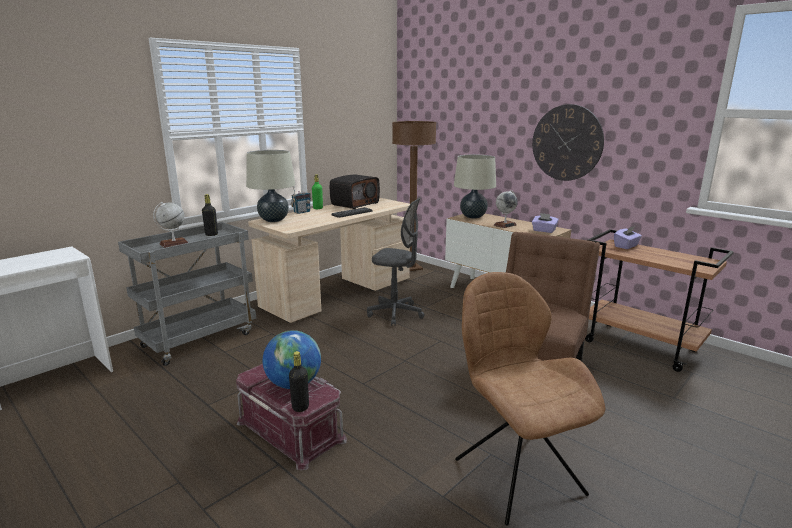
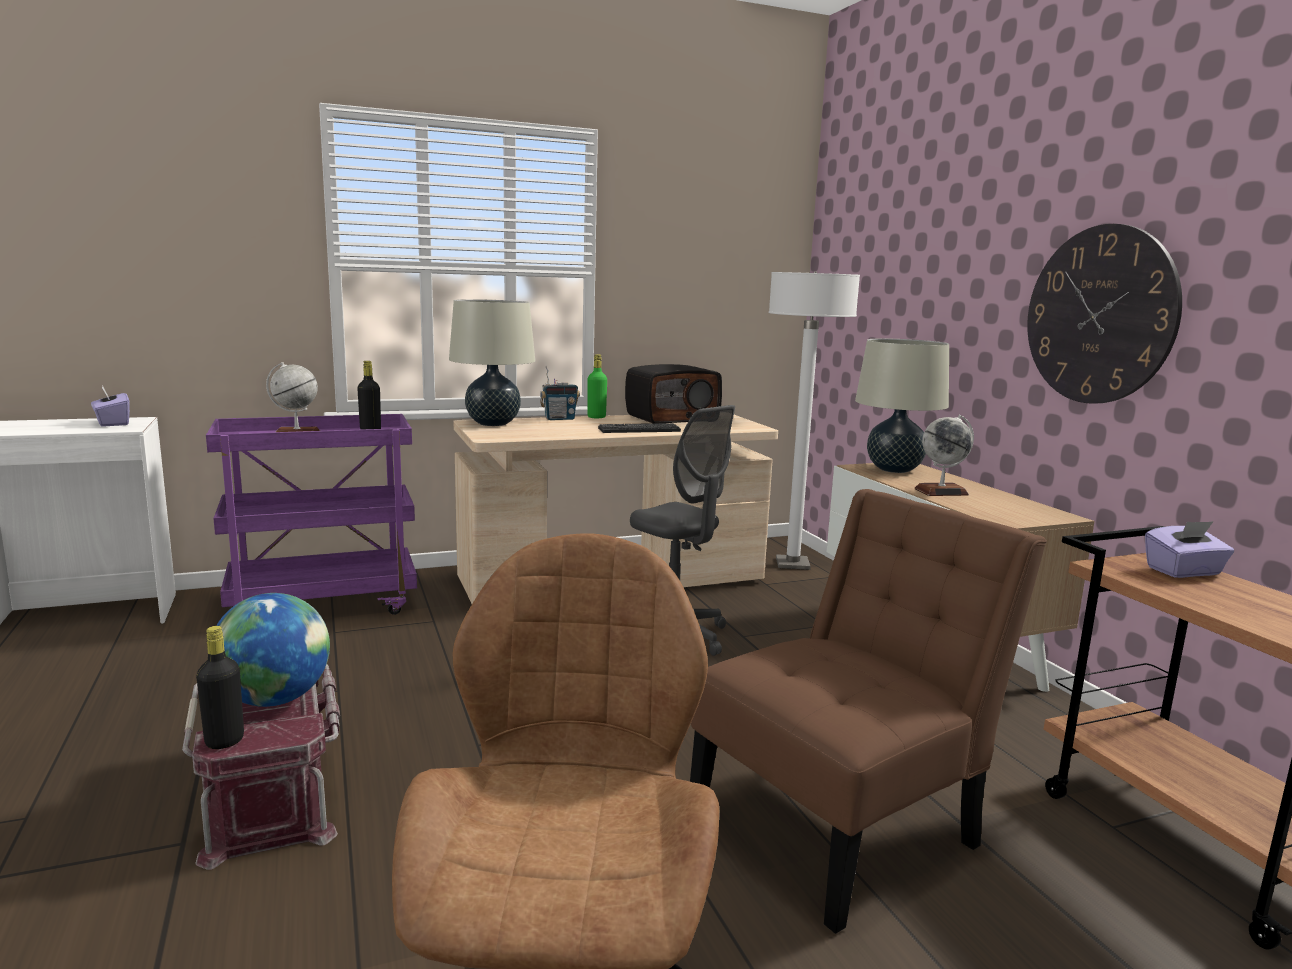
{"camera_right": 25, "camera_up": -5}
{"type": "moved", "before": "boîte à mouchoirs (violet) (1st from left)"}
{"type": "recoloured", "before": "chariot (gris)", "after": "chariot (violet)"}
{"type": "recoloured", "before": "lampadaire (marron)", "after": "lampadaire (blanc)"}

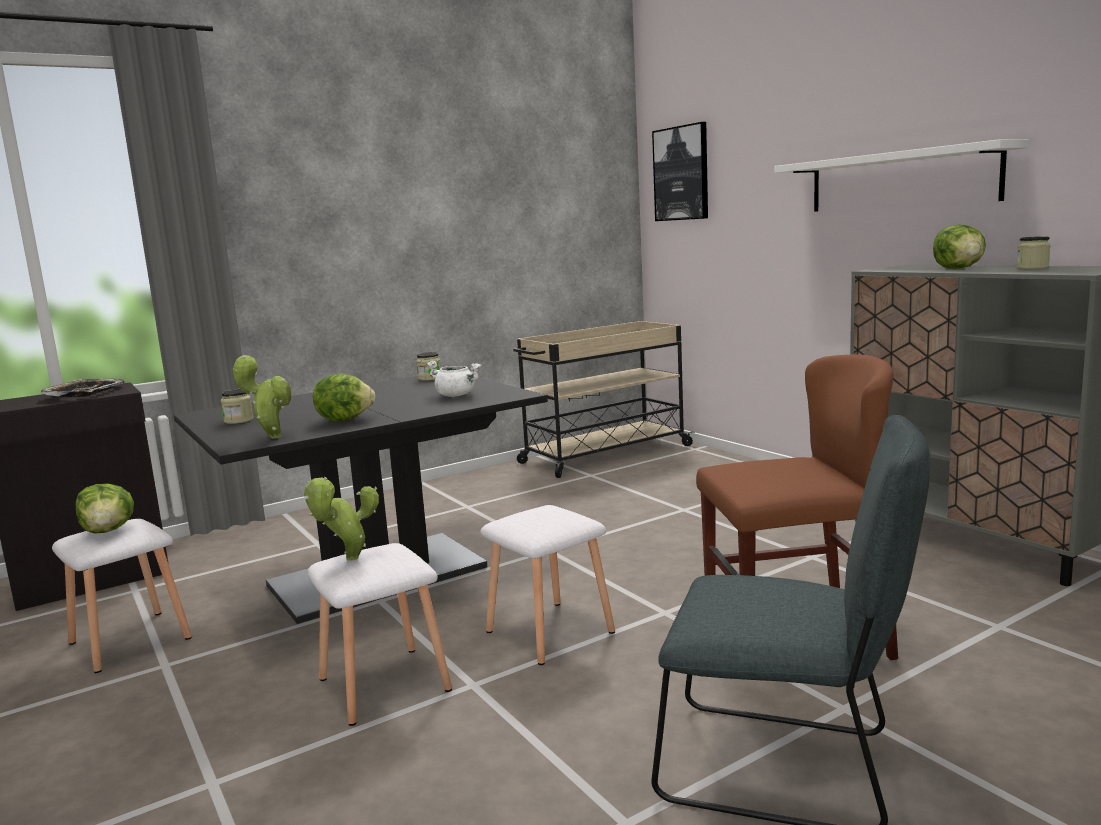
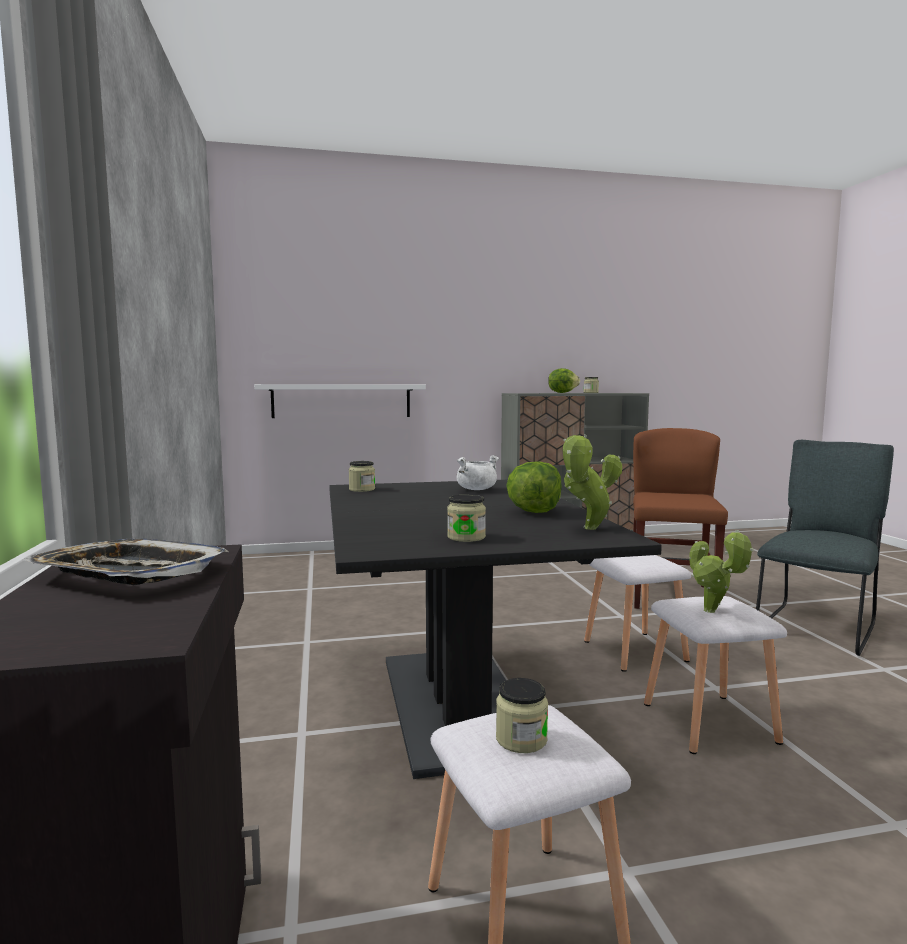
{"camera_right": -70, "camera_up": -5}
{"type": "removed", "before": "chariot (beige)"}
{"type": "removed", "before": "tableau"}
{"type": "moved", "before": "étagère (blanc)"}
{"type": "replaced", "before": "laitue (1st from left)", "after": "bocal (3rd from left)"}

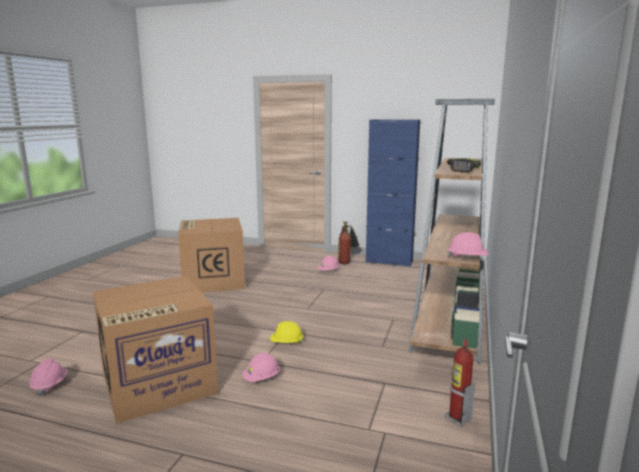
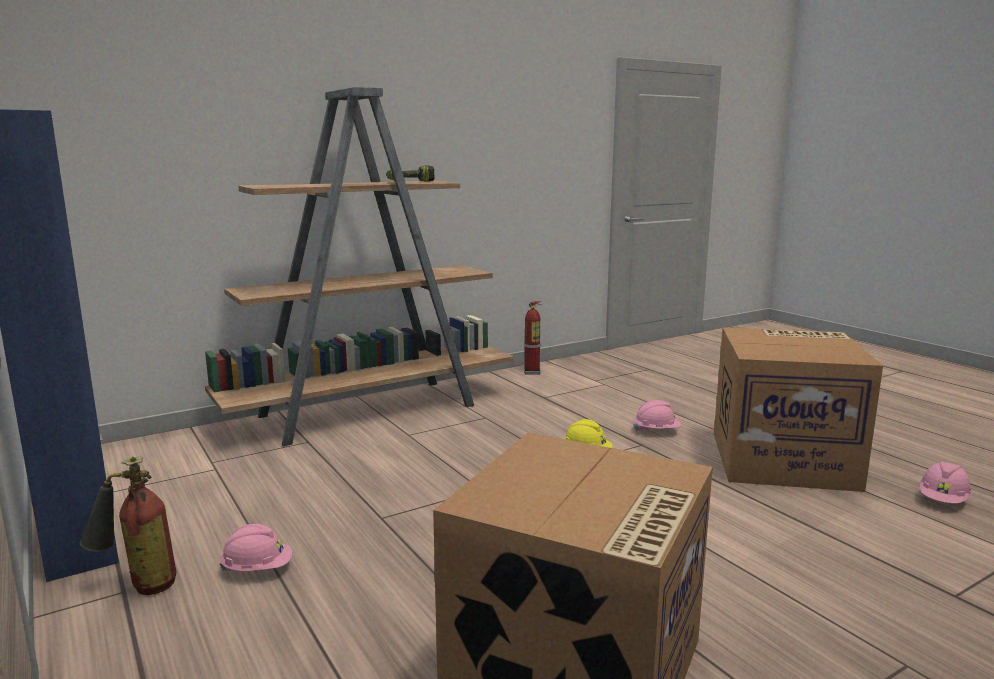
{"camera_right": -140, "camera_up": 0}
{"type": "removed", "before": "casque de chantier (rose) (4th from left)"}

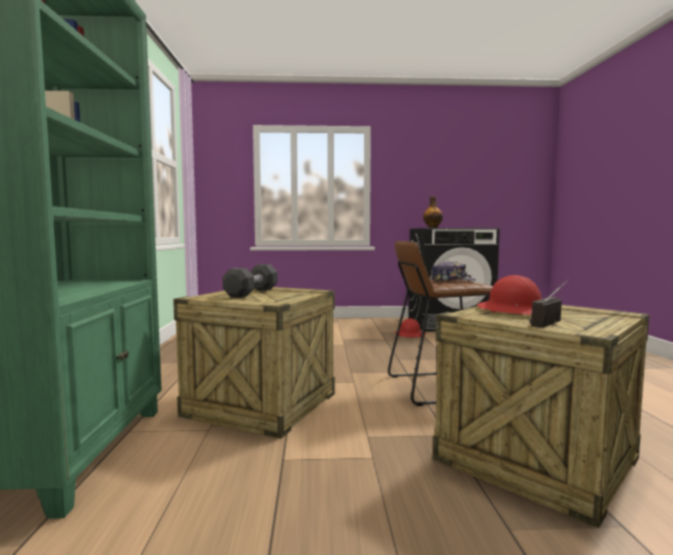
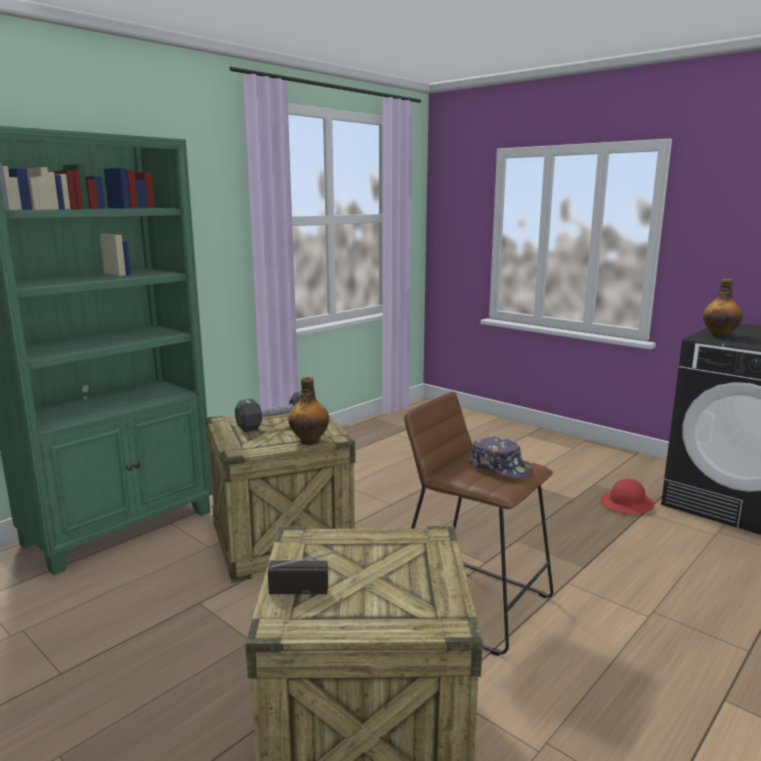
{"camera_right": 45, "camera_up": 10}
{"type": "removed", "before": "casque de chantier (rouge) (2nd from left)"}
{"type": "added", "after": "bouteille (1st from left)"}

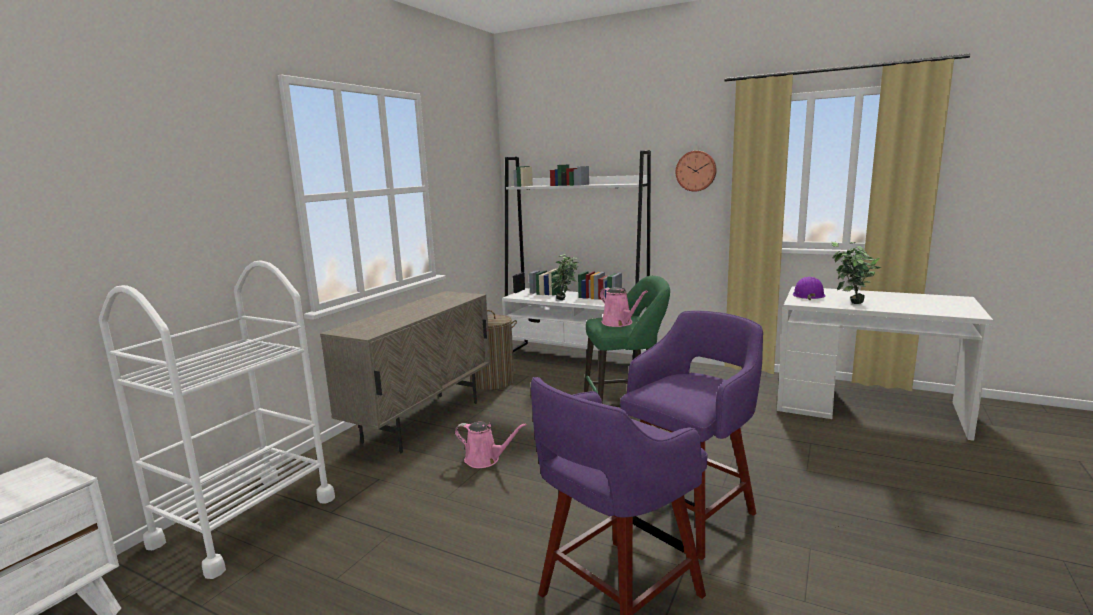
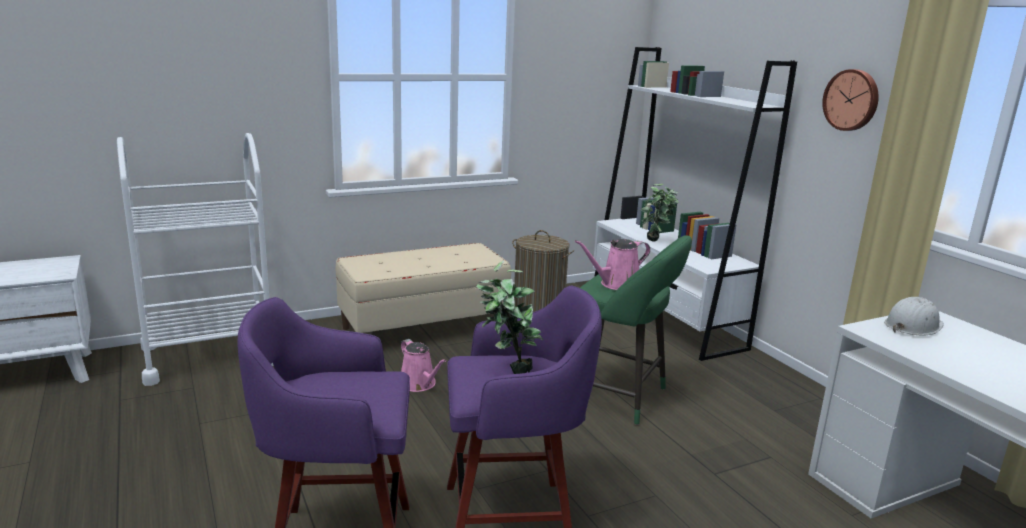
{"camera_right": 35, "camera_up": 5}
{"type": "moved", "before": "plante en pot (2nd from left in the first image)", "after": "plante en pot (1st from left)"}
{"type": "replaced", "before": "meuble de rangement (beige)", "after": "banc (beige)"}
{"type": "recoloured", "before": "casque de chantier (violet)", "after": "casque de chantier (blanc)"}
{"type": "turned", "before": "arrosoir (rose) (2nd from left)", "turn": 60}

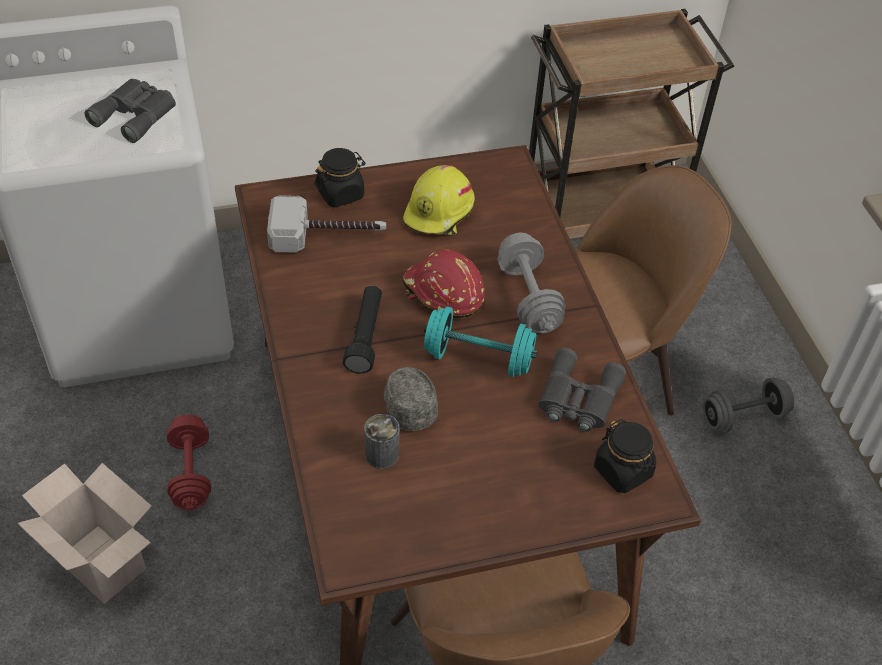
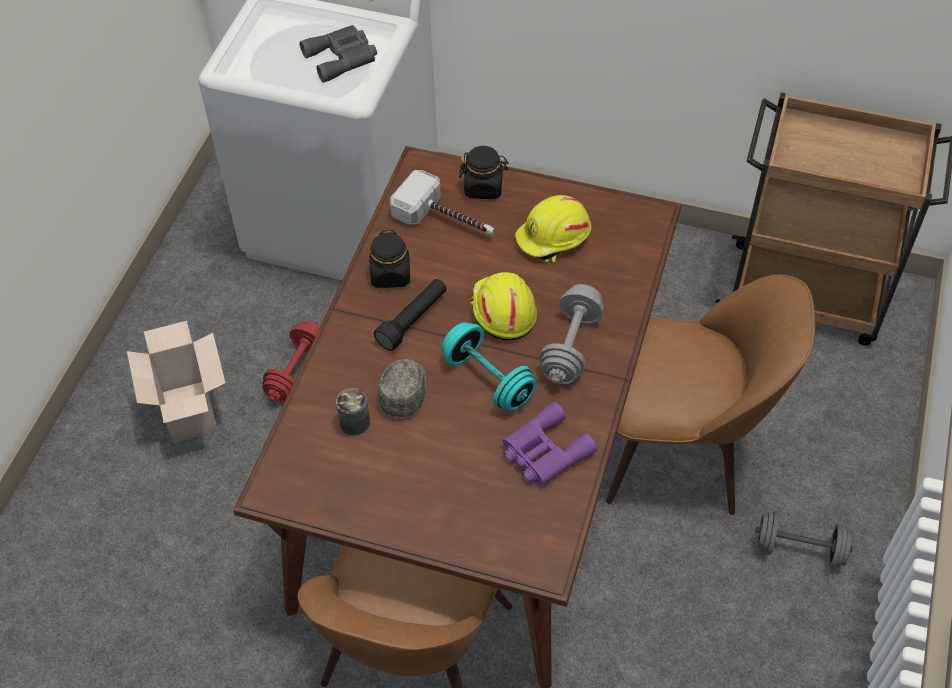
{"camera_right": 35, "camera_up": 5}
{"type": "moved", "before": "bocal (noir) (2nd from left in the first image)", "after": "bocal (noir) (1st from left)"}
{"type": "recoloured", "before": "casque de chantier (rouge)", "after": "casque de chantier (jaune) (1st from left)"}
{"type": "recoloured", "before": "jumelles (gris) (2nd from left)", "after": "jumelles (violet)"}

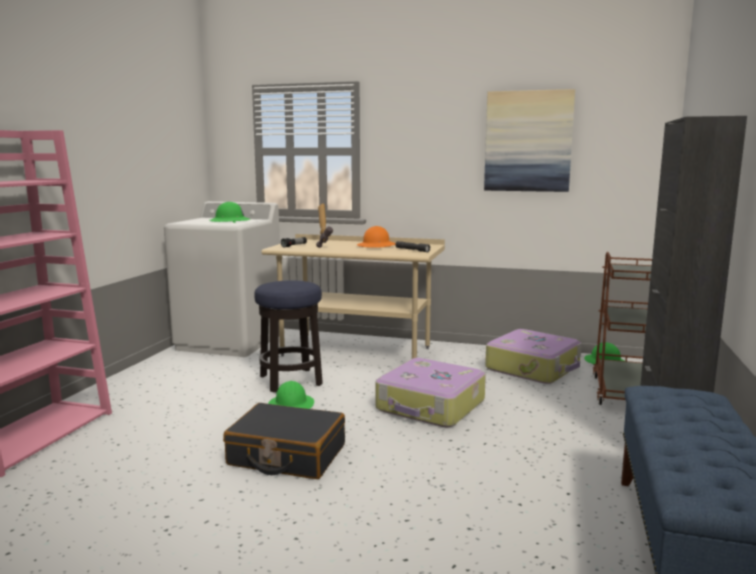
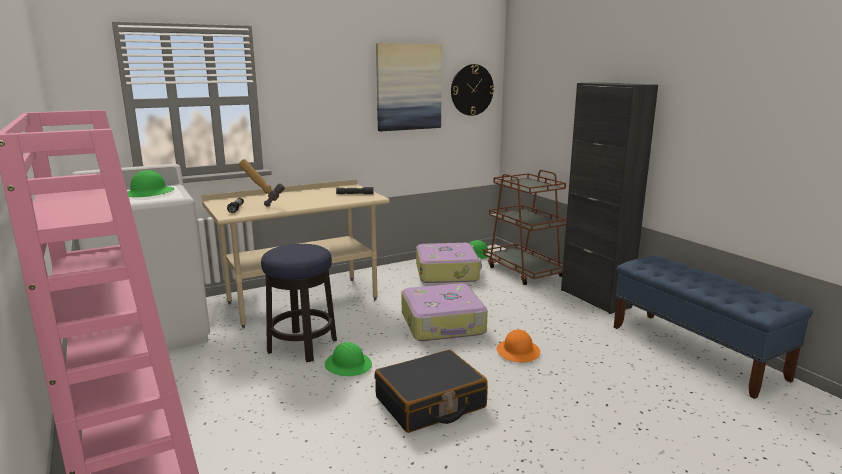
{"camera_right": -45, "camera_up": 5}
{"type": "added", "after": "horloge murale"}
{"type": "moved", "before": "casque de chantier (orange)"}

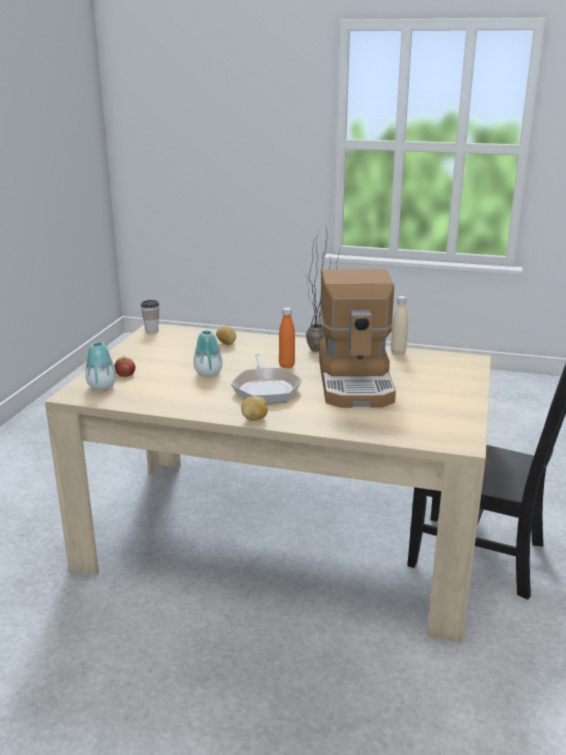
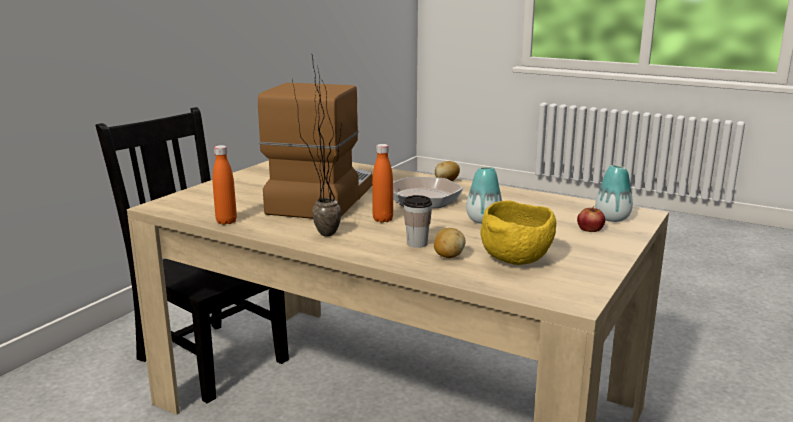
{"camera_right": -165, "camera_up": -5}
{"type": "added", "after": "bol (jaune)"}
{"type": "moved", "before": "tasse"}
{"type": "recoloured", "before": "bouteille (beige)", "after": "bouteille (orange) (1st from left)"}

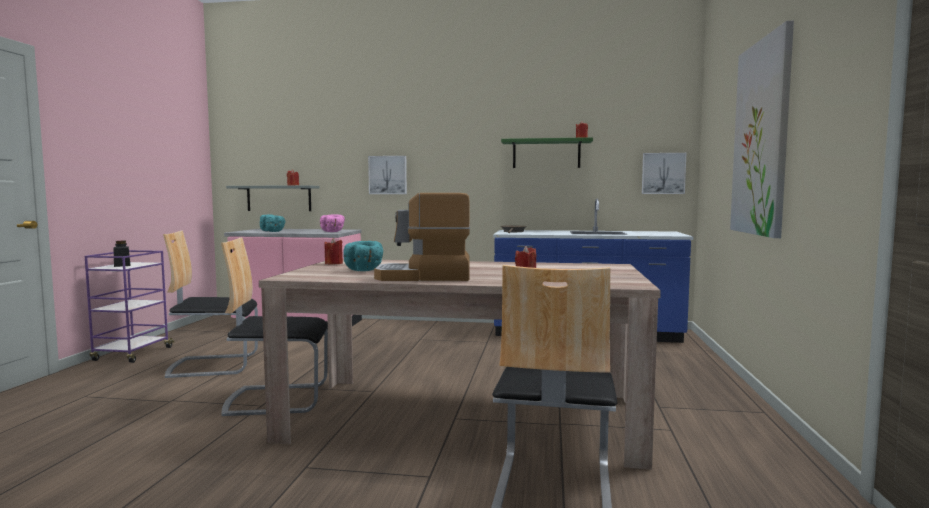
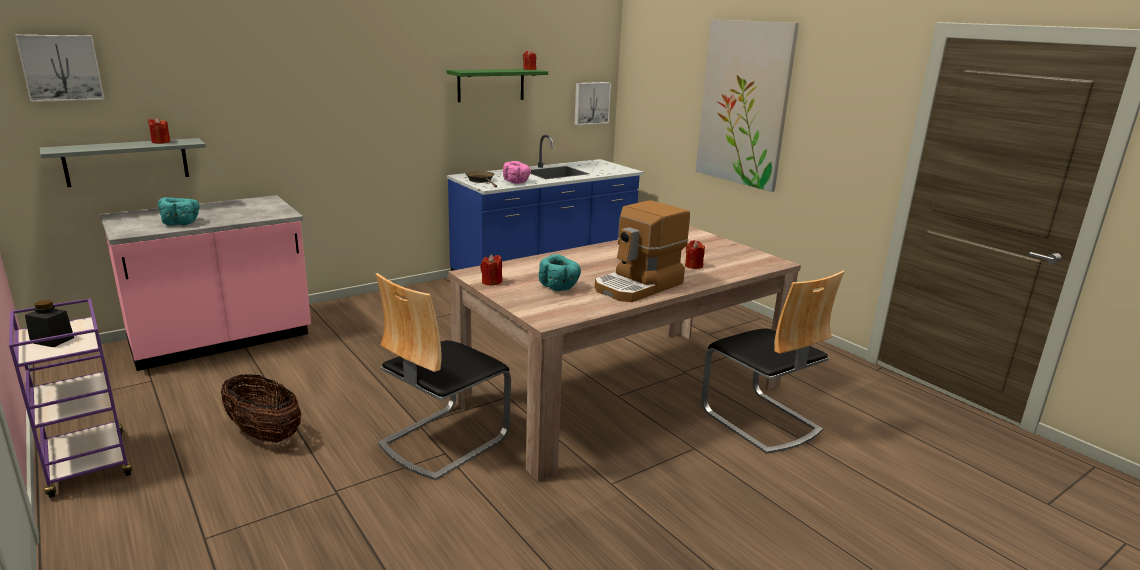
{"camera_right": -45, "camera_up": 15}
{"type": "moved", "before": "bol (rose)"}
{"type": "moved", "before": "tableau (1st from left)"}
{"type": "replaced", "before": "chaise (1st from left)", "after": "panier"}

